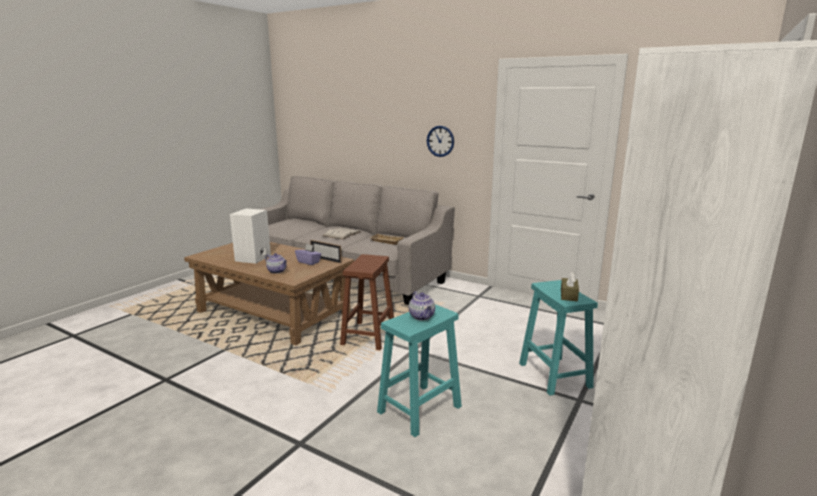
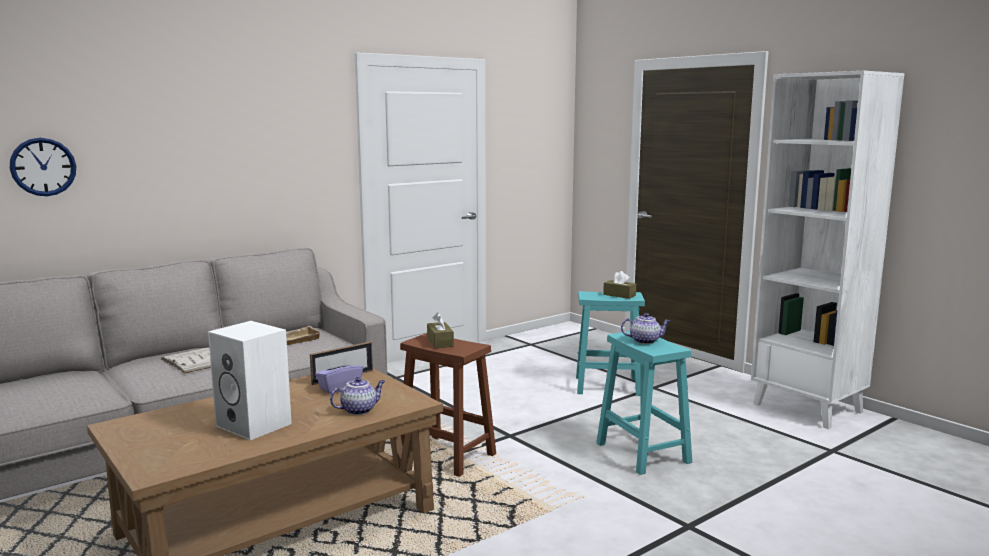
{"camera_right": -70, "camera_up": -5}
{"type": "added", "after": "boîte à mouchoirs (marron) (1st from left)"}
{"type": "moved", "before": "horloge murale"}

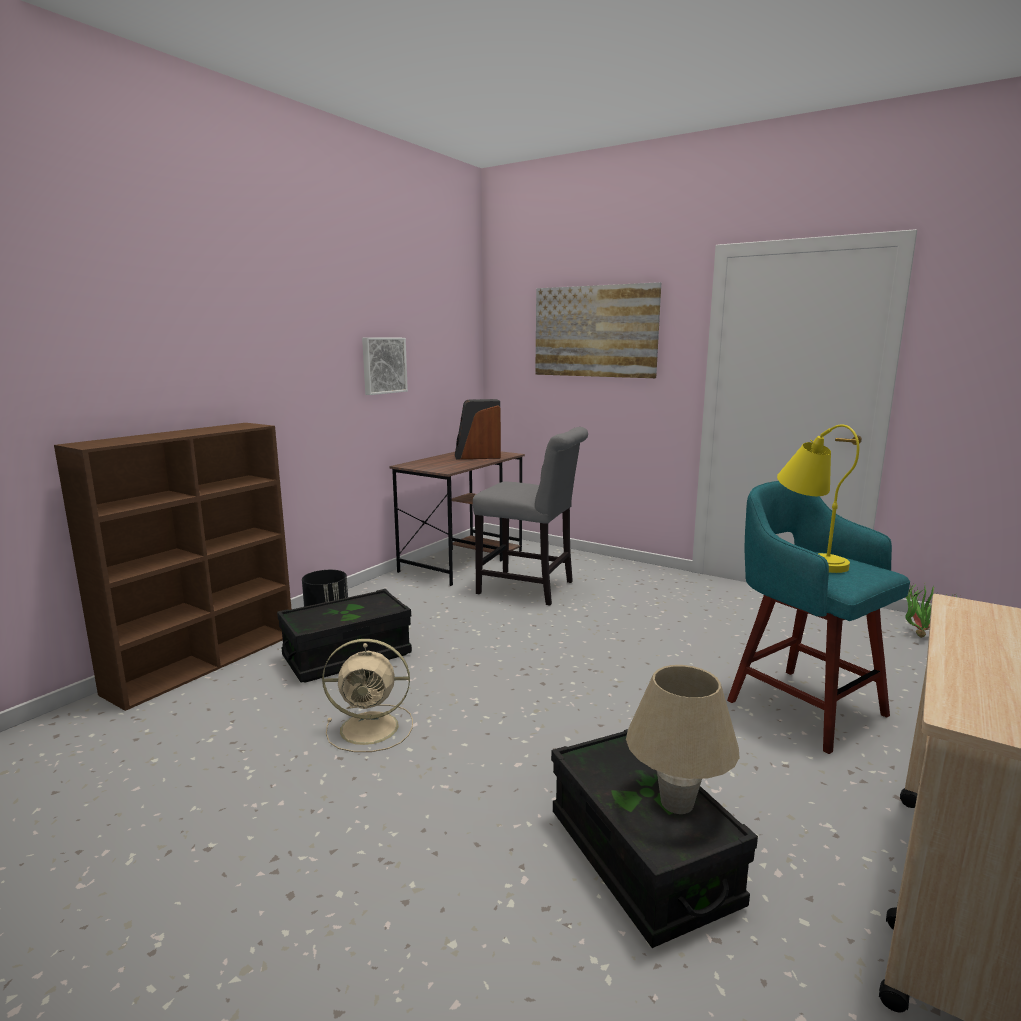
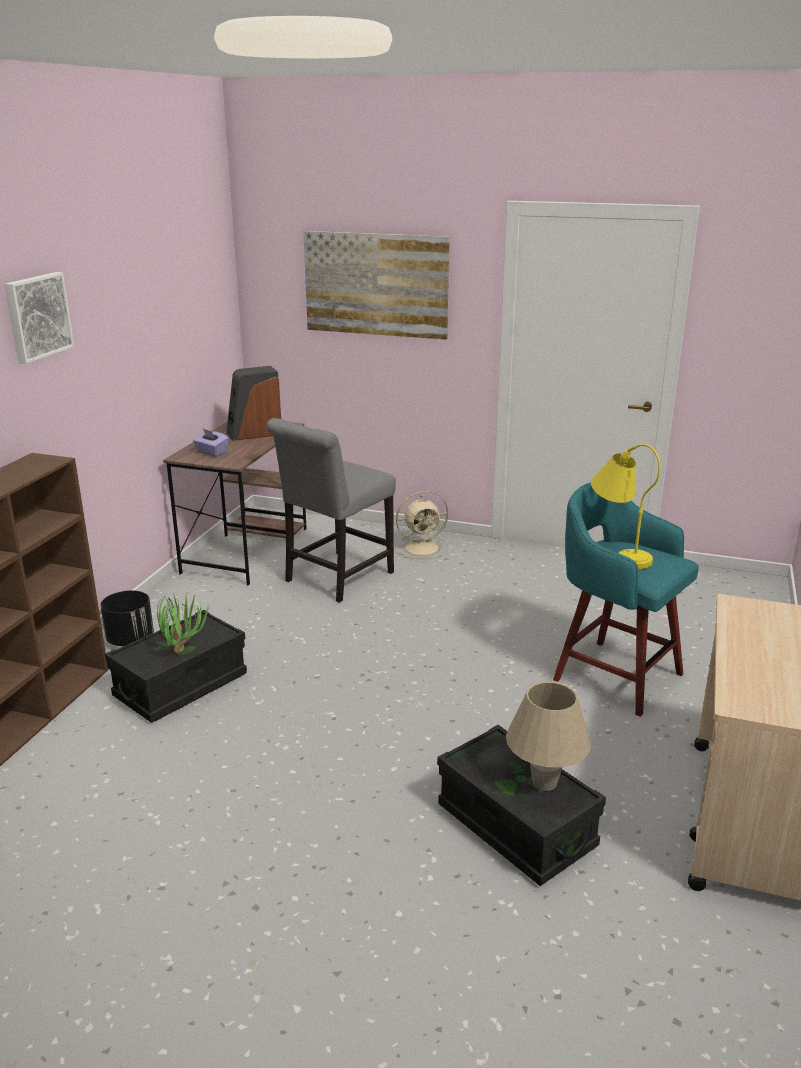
{"camera_right": -15, "camera_up": 10}
{"type": "added", "after": "boîte à mouchoirs (violet)"}
{"type": "moved", "before": "ventilateur (beige)"}
{"type": "moved", "before": "tableau (1st from left)"}
{"type": "moved", "before": "plante en pot"}
{"type": "turned", "before": "chaise (gris)", "turn": 120}

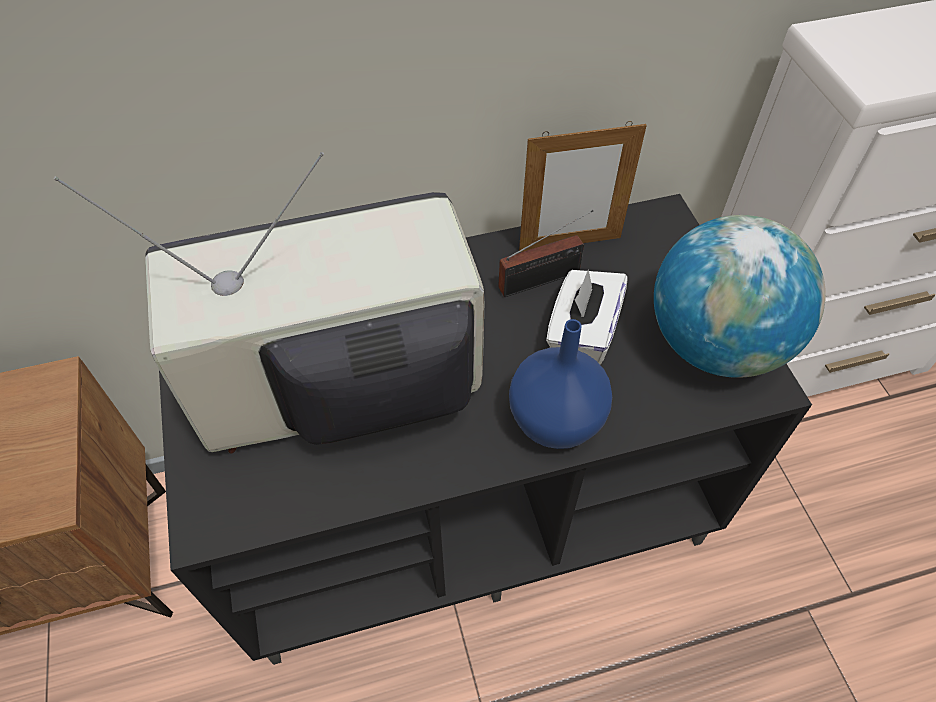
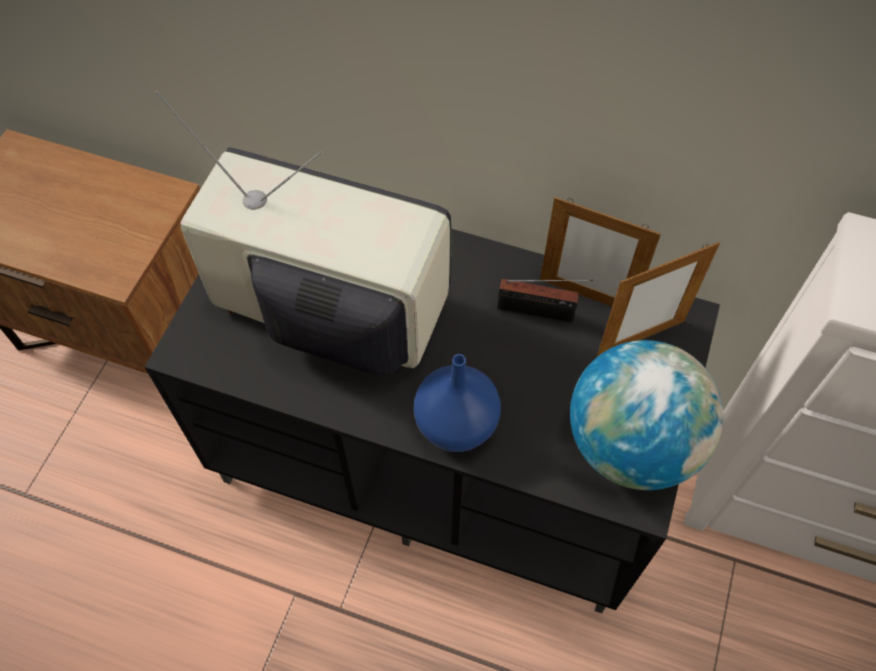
{"camera_right": 35, "camera_up": 5}
{"type": "removed", "before": "boîte à mouchoirs (blanc)"}
{"type": "added", "after": "cadre photo (2nd from left)"}

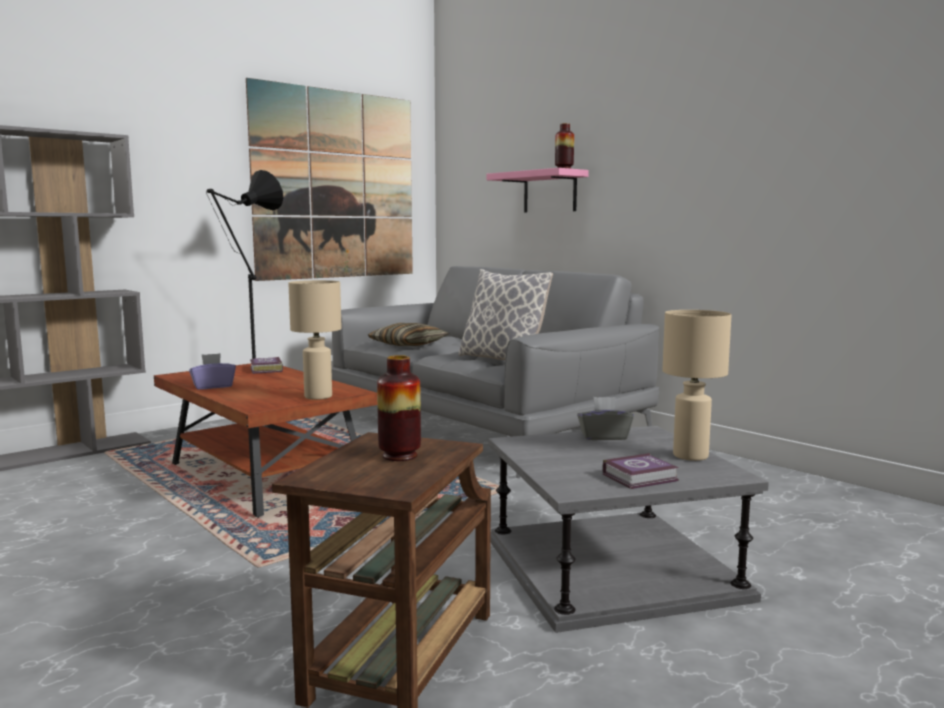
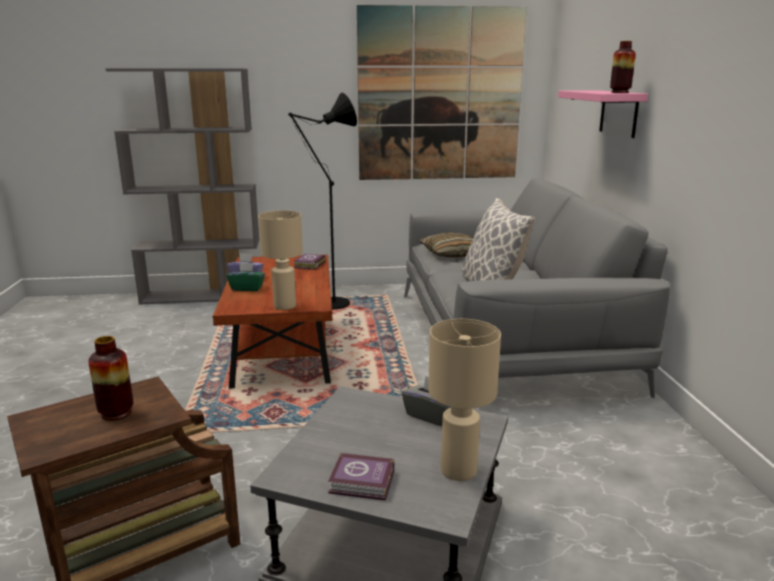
{"camera_right": 35, "camera_up": 10}
{"type": "added", "after": "boîte à mouchoirs (vert)"}

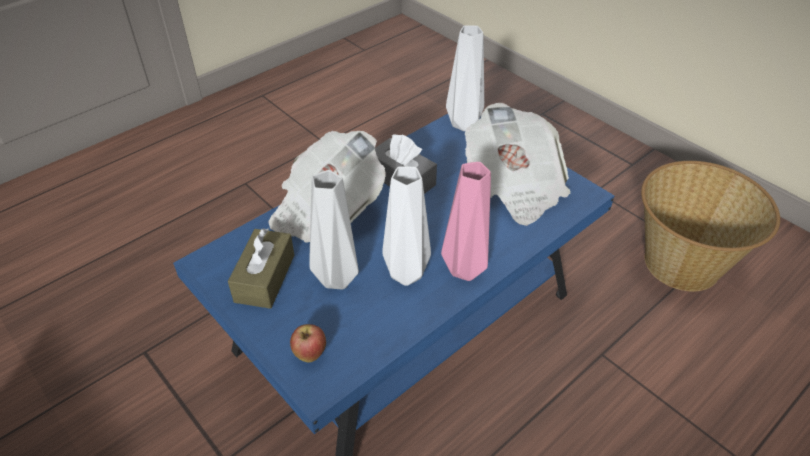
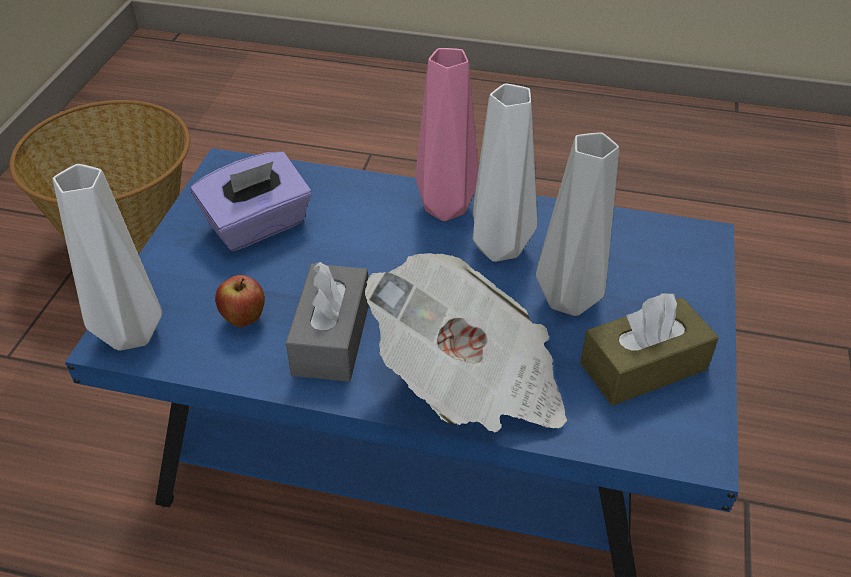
{"camera_right": -125, "camera_up": 0}
{"type": "moved", "before": "pomme"}
{"type": "replaced", "before": "journal (2nd from left)", "after": "boîte à mouchoirs (violet)"}

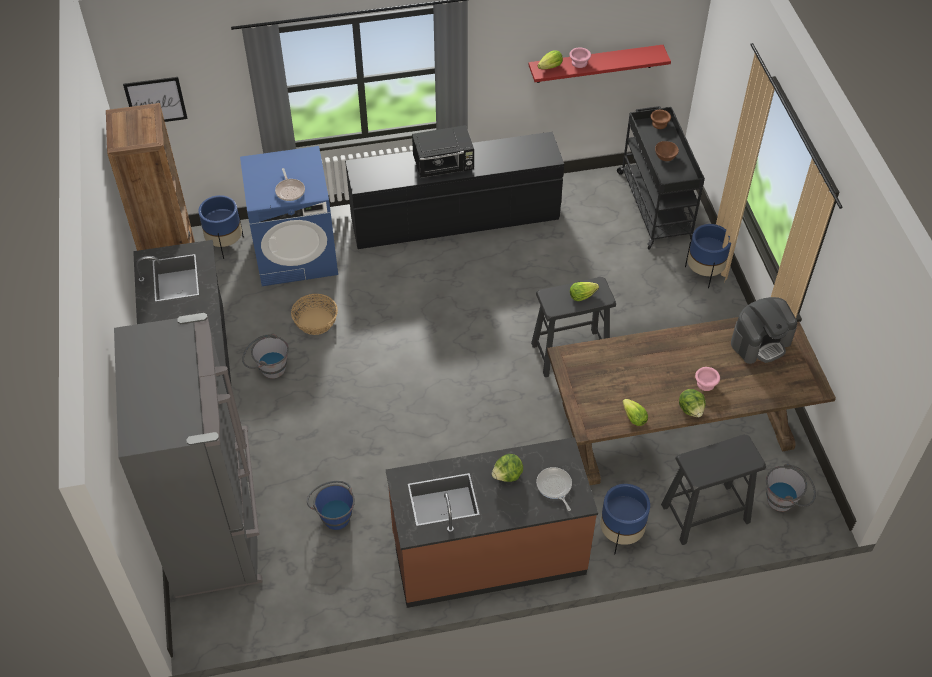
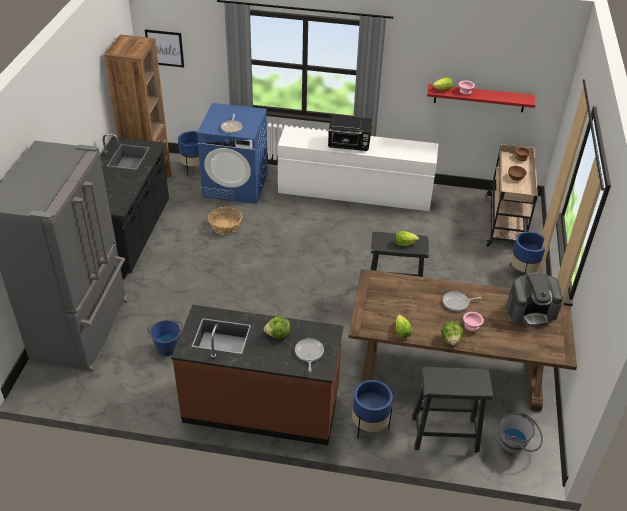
{"camera_right": 20, "camera_up": -10}
{"type": "removed", "before": "seau (gris) (1st from left)"}
{"type": "added", "after": "poêle (3rd from left)"}
{"type": "recoloured", "before": "commode (noir)", "after": "commode (blanc)"}
{"type": "recoloured", "before": "chariot (noir)", "after": "chariot (beige)"}

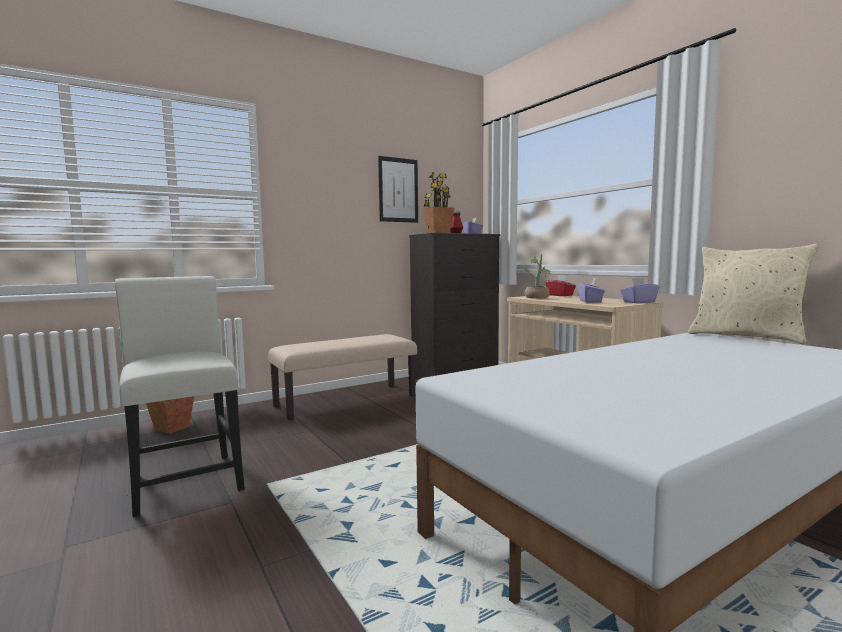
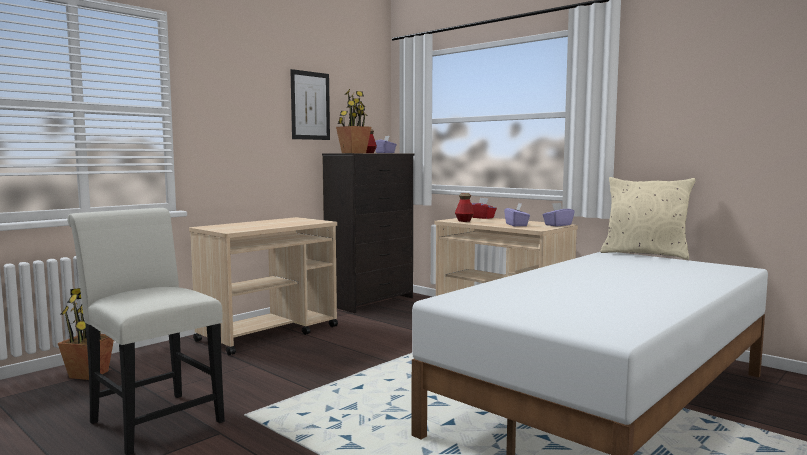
{"camera_right": -15, "camera_up": 0}
{"type": "replaced", "before": "banc (beige)", "after": "chariot (beige) (1st from left)"}
{"type": "replaced", "before": "plante en pot (3rd from left)", "after": "bouteille (2nd from left)"}

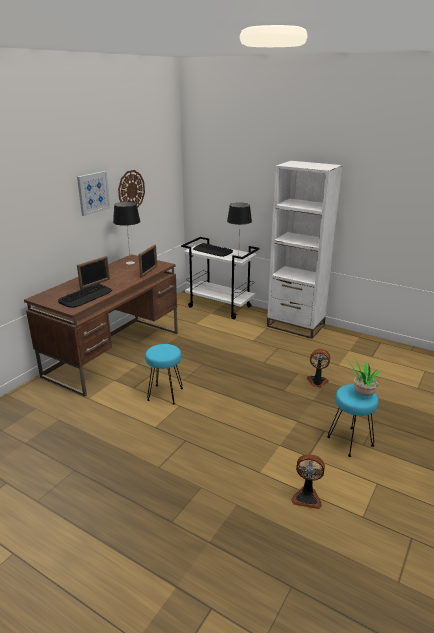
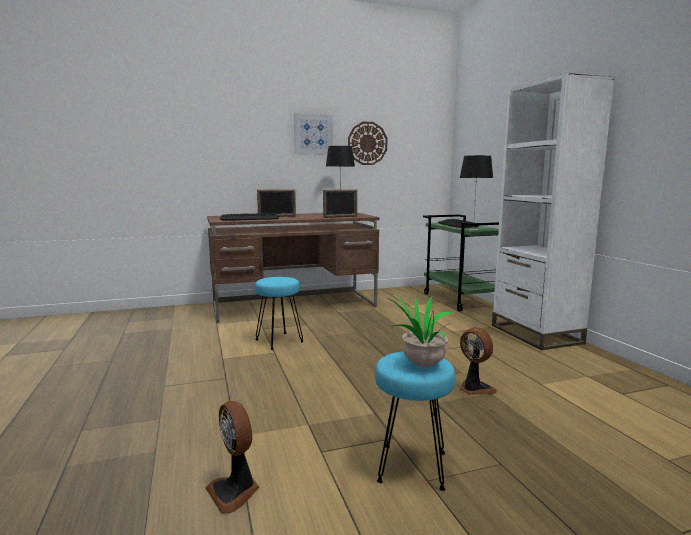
{"camera_right": 40, "camera_up": -15}
{"type": "recoloured", "before": "chariot (blanc)", "after": "chariot (vert)"}

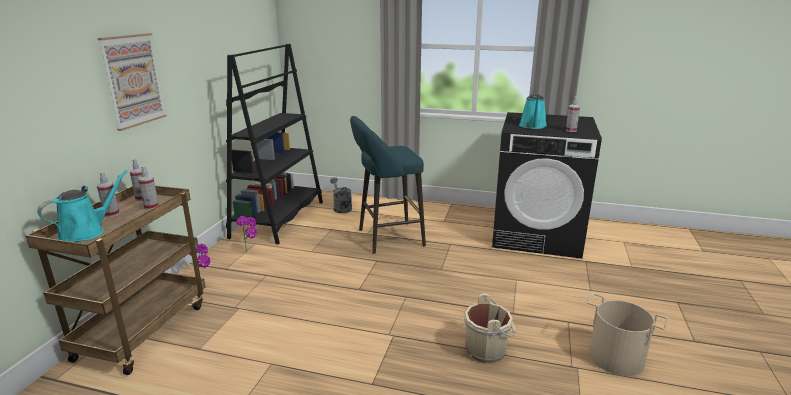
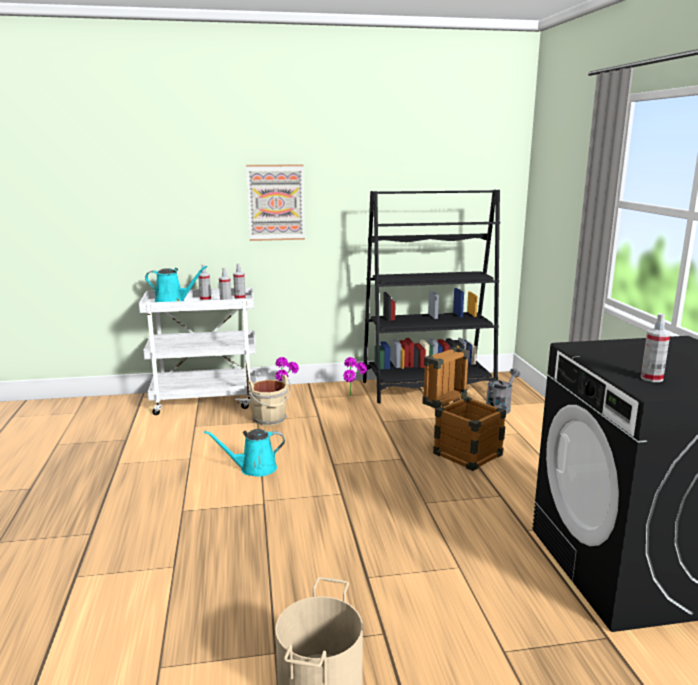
{"camera_right": 65, "camera_up": -5}
{"type": "moved", "before": "seau (beige) (1st from left)"}
{"type": "moved", "before": "arrosoir (turquoise) (2nd from left)"}
{"type": "replaced", "before": "tabouret (turquoise)", "after": "caisse"}
{"type": "recoloured", "before": "chariot (marron)", "after": "chariot (blanc)"}

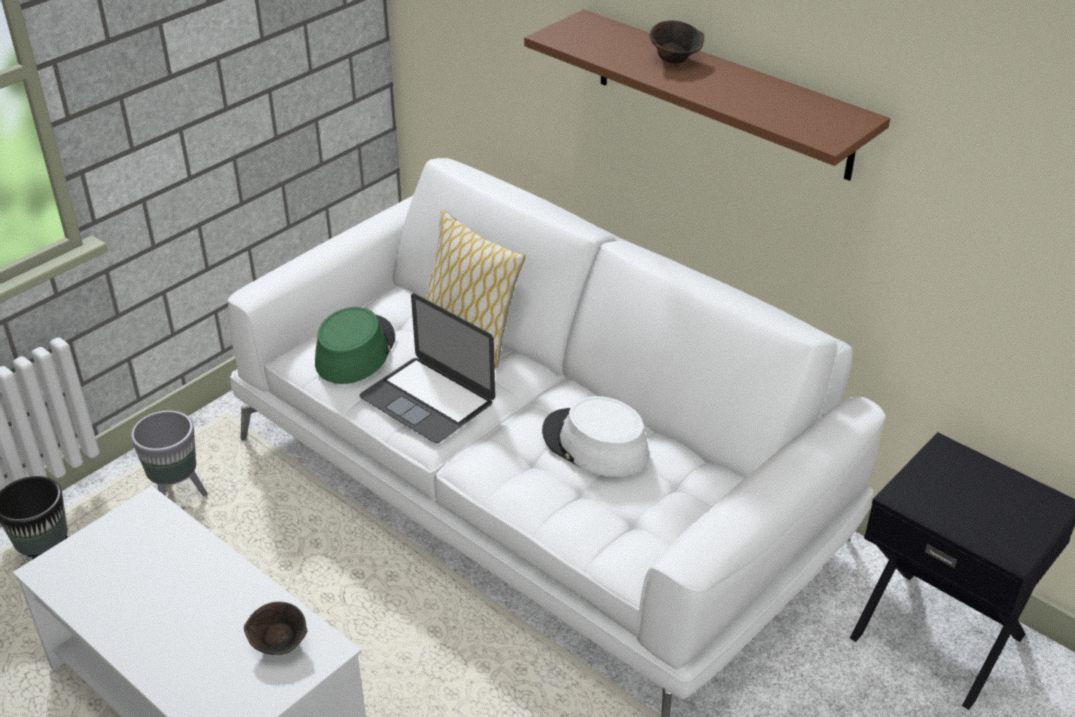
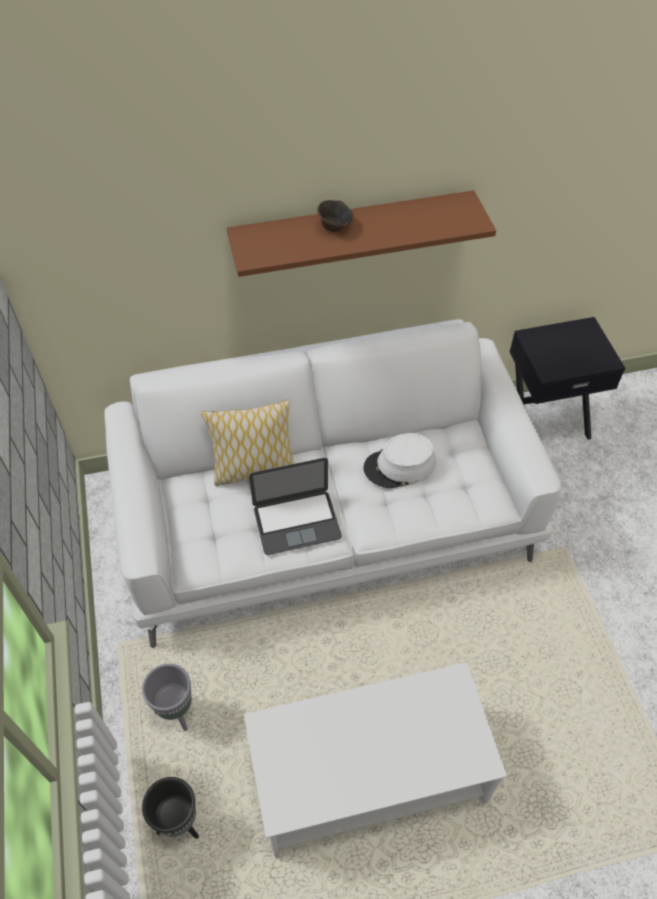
{"camera_right": -55, "camera_up": 15}
{"type": "removed", "before": "bol (marron) (1st from left)"}
{"type": "removed", "before": "chapeau (vert)"}

